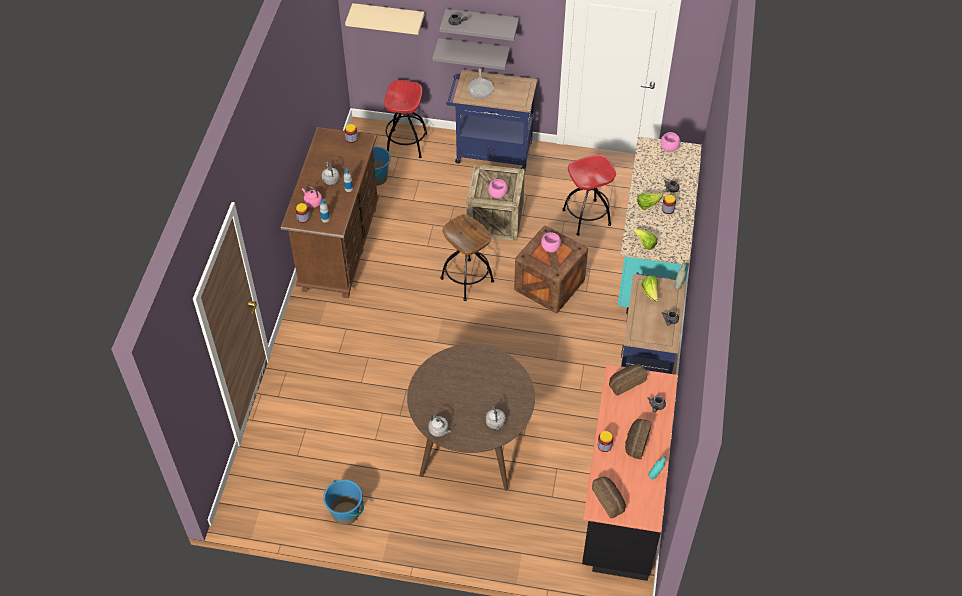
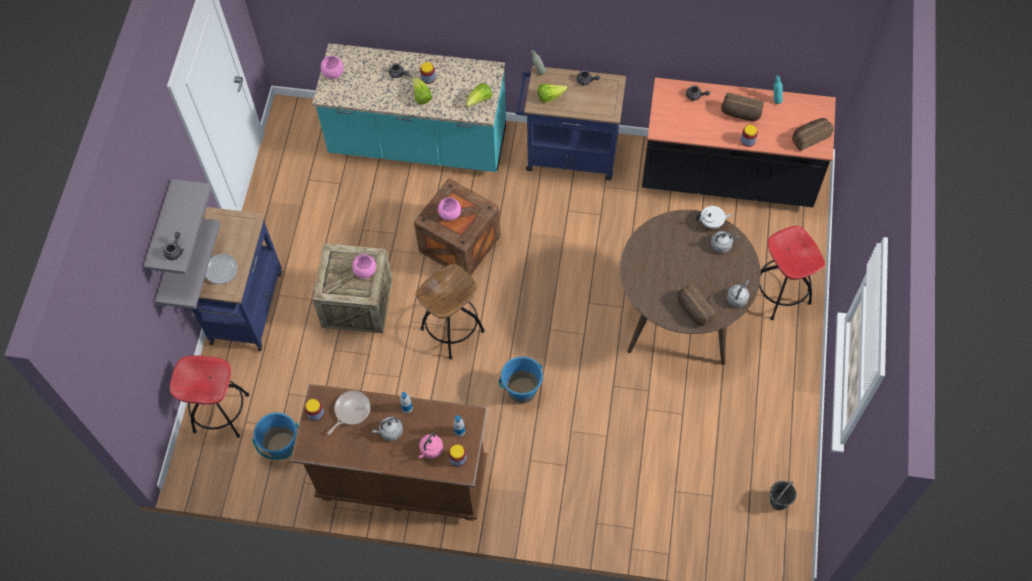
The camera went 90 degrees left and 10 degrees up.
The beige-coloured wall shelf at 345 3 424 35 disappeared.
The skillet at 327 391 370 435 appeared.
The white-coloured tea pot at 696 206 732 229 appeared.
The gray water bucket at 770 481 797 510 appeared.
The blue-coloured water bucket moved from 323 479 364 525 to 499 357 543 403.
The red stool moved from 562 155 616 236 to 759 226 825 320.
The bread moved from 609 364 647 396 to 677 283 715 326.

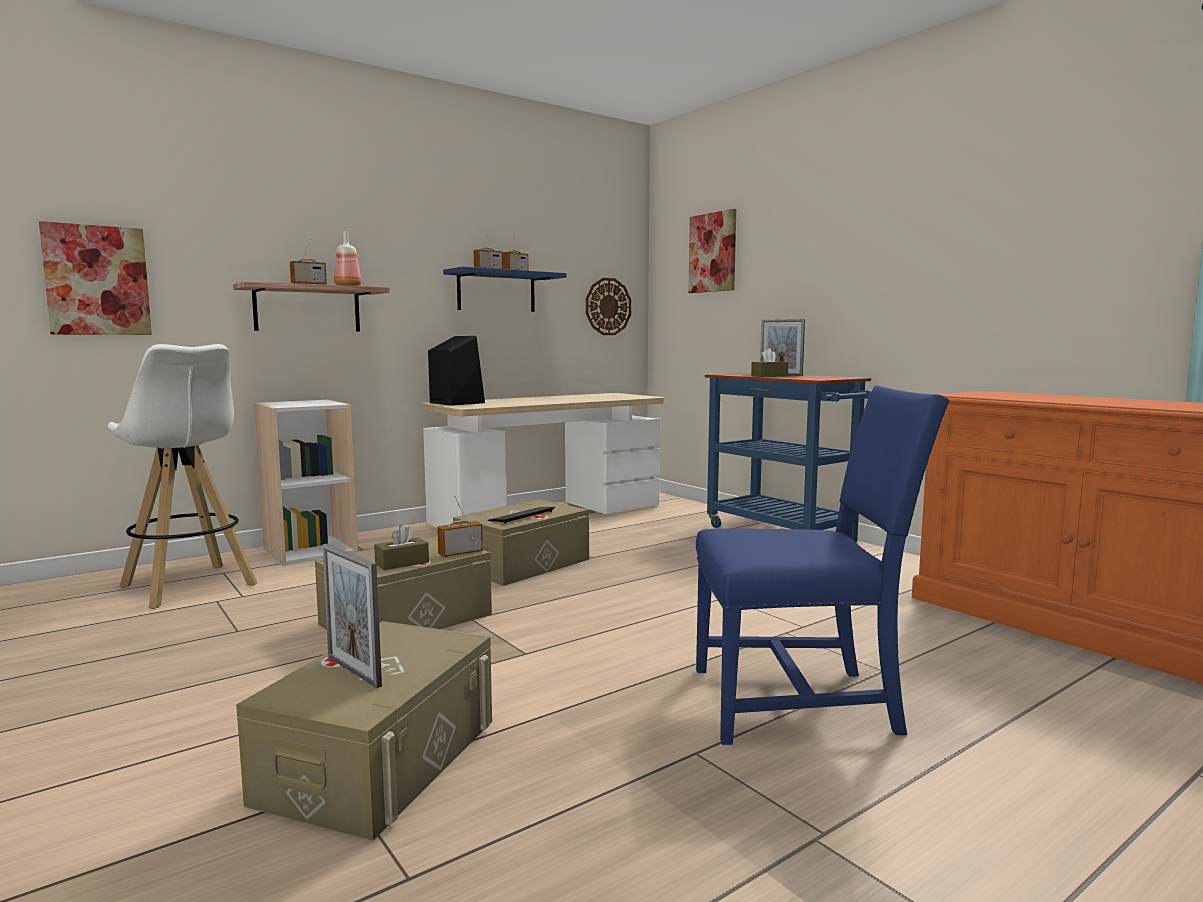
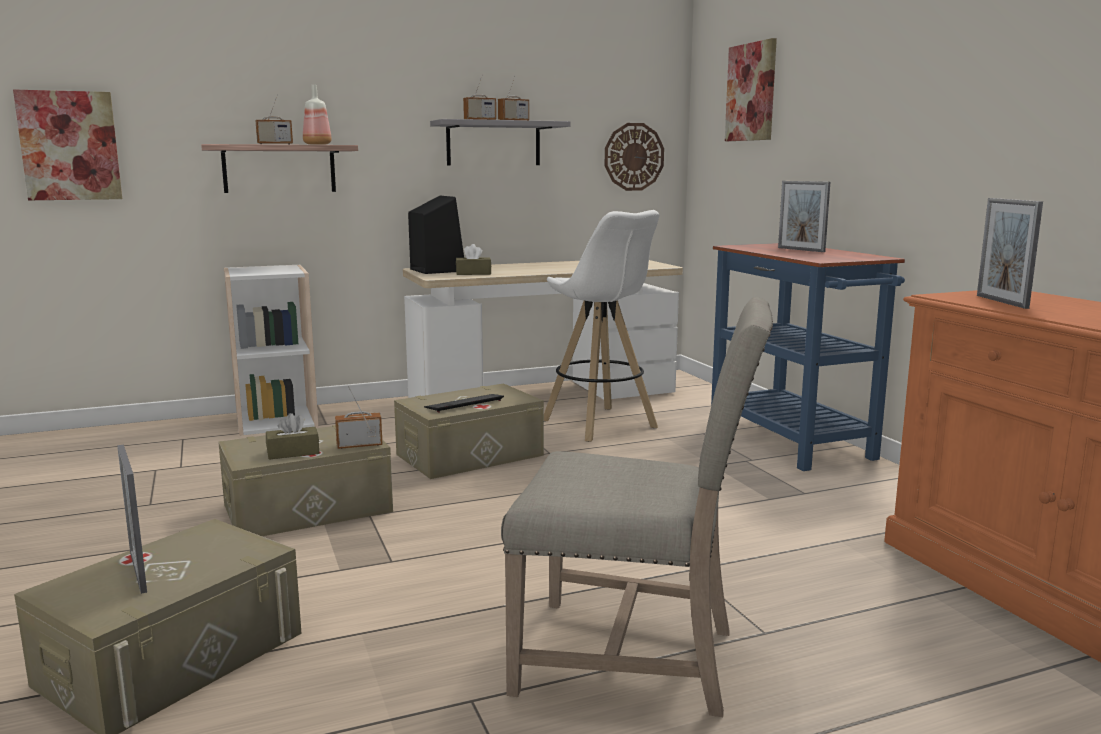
The camera went 15 degrees right and 5 degrees up.
The picture frame at 977 198 1043 309 appeared.
The white-coloured stool moved from 107 344 257 609 to 544 210 659 442.
The brownish box of tissues moved from 751 348 789 377 to 456 244 491 275.
The blue-coloured wall shelf at 443 266 566 312 became the gray wall shelf at 430 119 570 165.
The blue-coloured upright chair at 696 385 949 745 became the beige-coloured upright chair at 501 297 773 717.

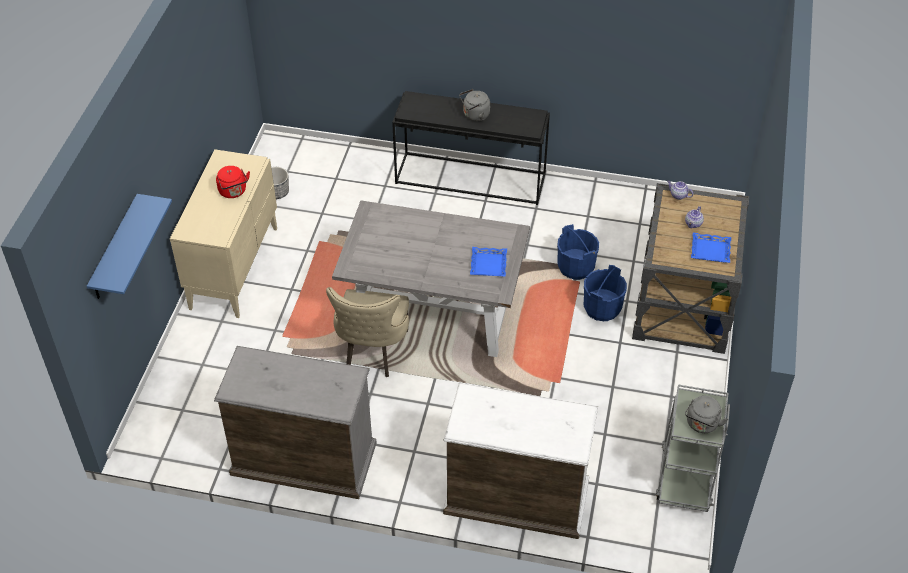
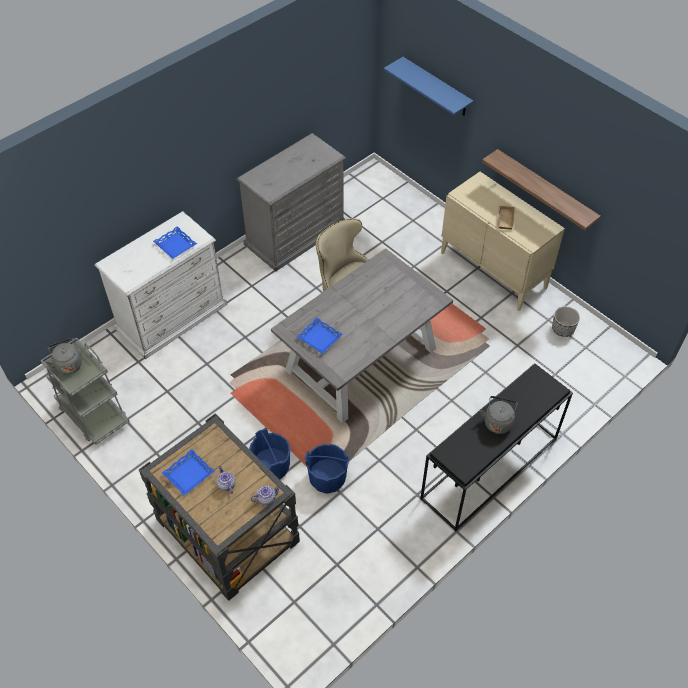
The camera went 125 degrees right and 5 degrees up.
The blue-coloured serving tray at 153 226 197 259 appeared.
The wall shelf at 482 149 601 230 appeared.
The red tea kettle at 216 166 250 198 was replaced by the beige-coloured serving tray at 497 206 515 230.

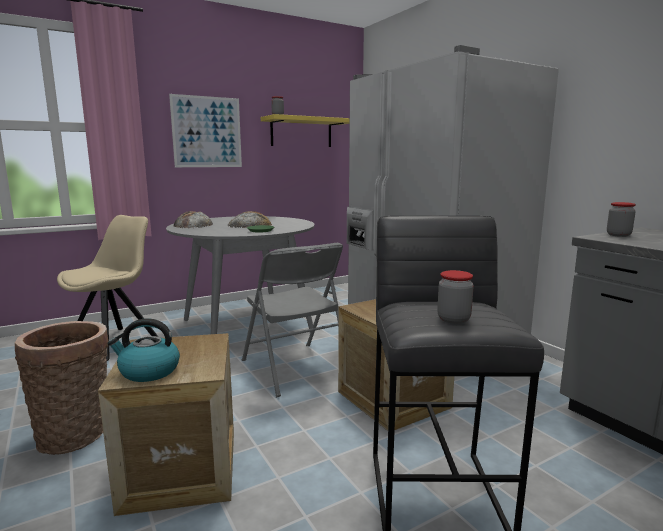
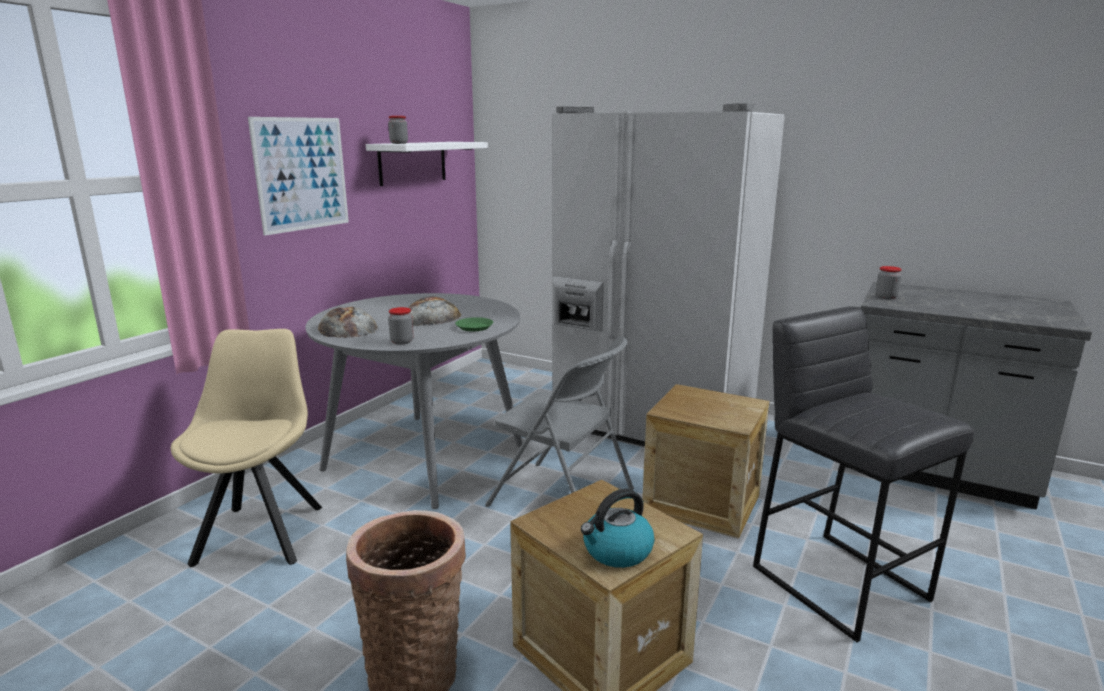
The camera went 30 degrees left and 5 degrees up.
The jar moved from 437 270 474 324 to 388 307 413 344.
The yellowish wall shelf at 261 114 350 147 became the white-coloured wall shelf at 366 142 488 186.

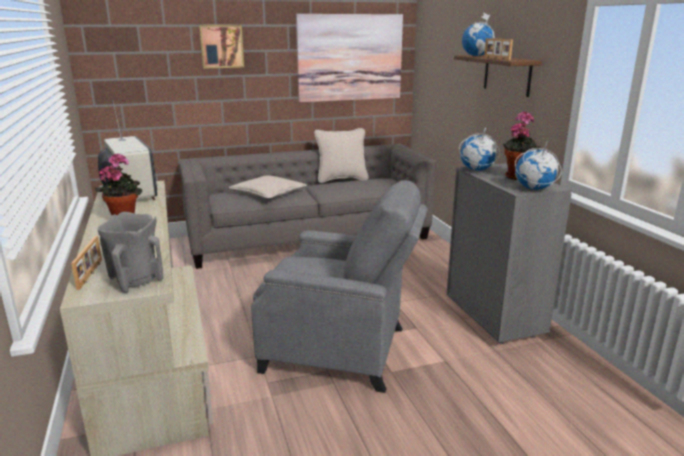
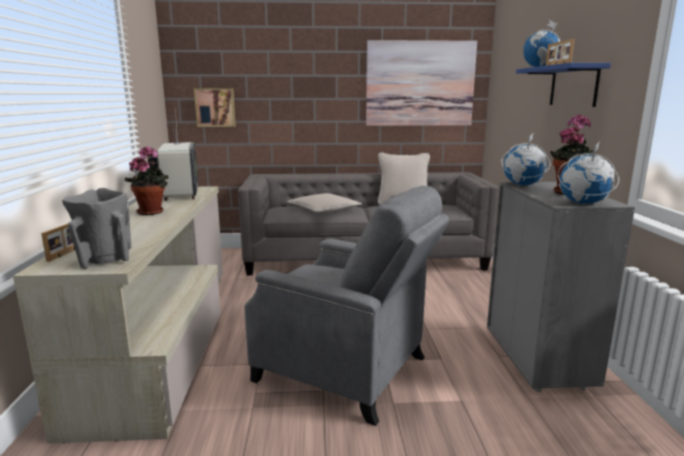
The camera went 15 degrees right and 5 degrees down.
The wall picture moved from 199 25 244 69 to 194 88 236 127.
The brownish wall shelf at 454 55 542 97 became the blue-coloured wall shelf at 516 63 611 107.

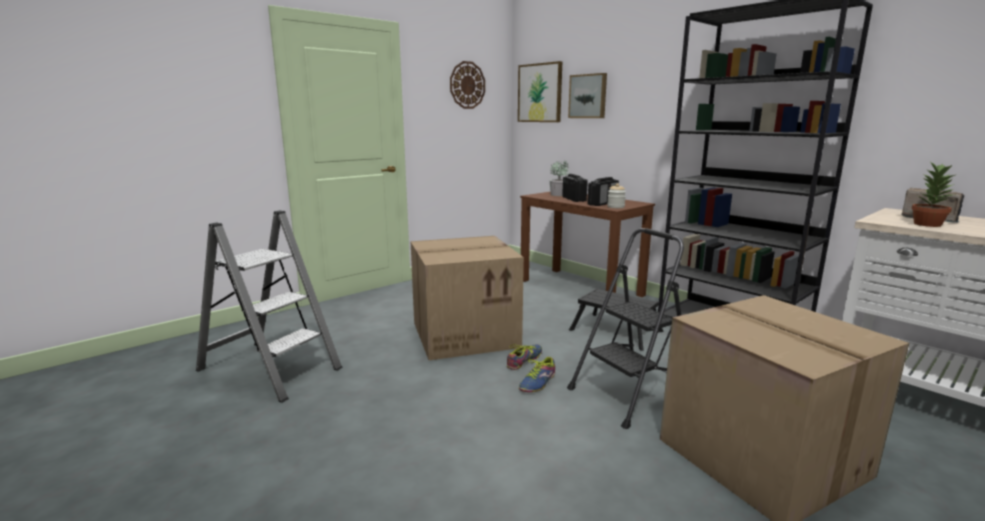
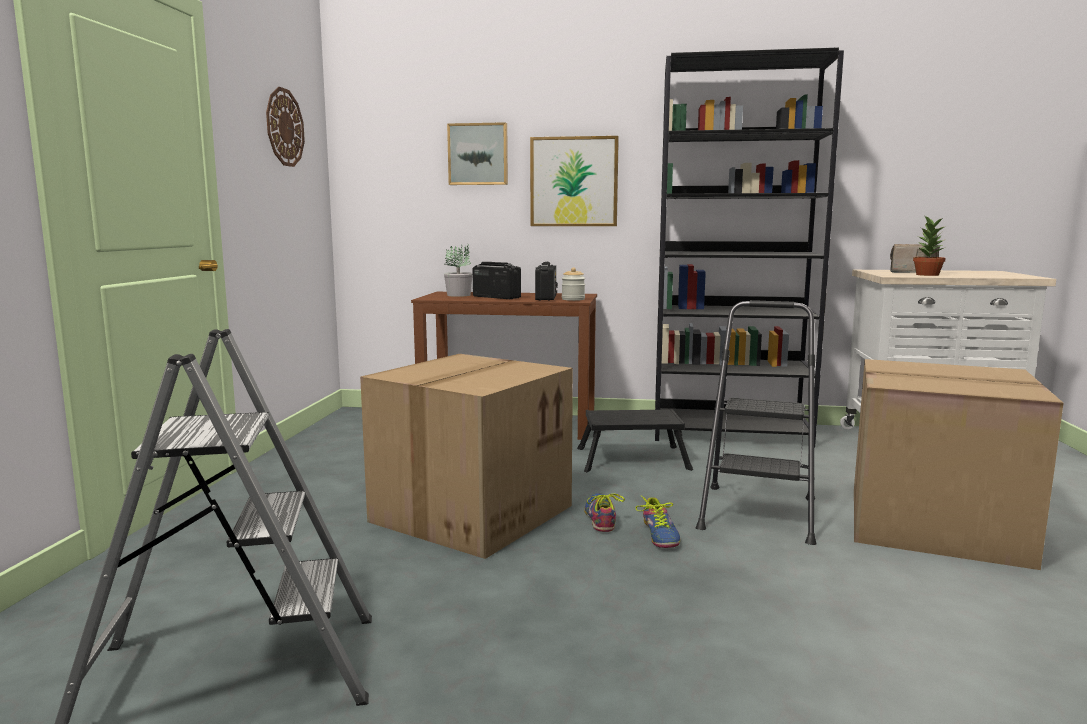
The camera went 40 degrees left and 5 degrees down.
The wall picture moved from 518 61 562 122 to 530 136 619 226.

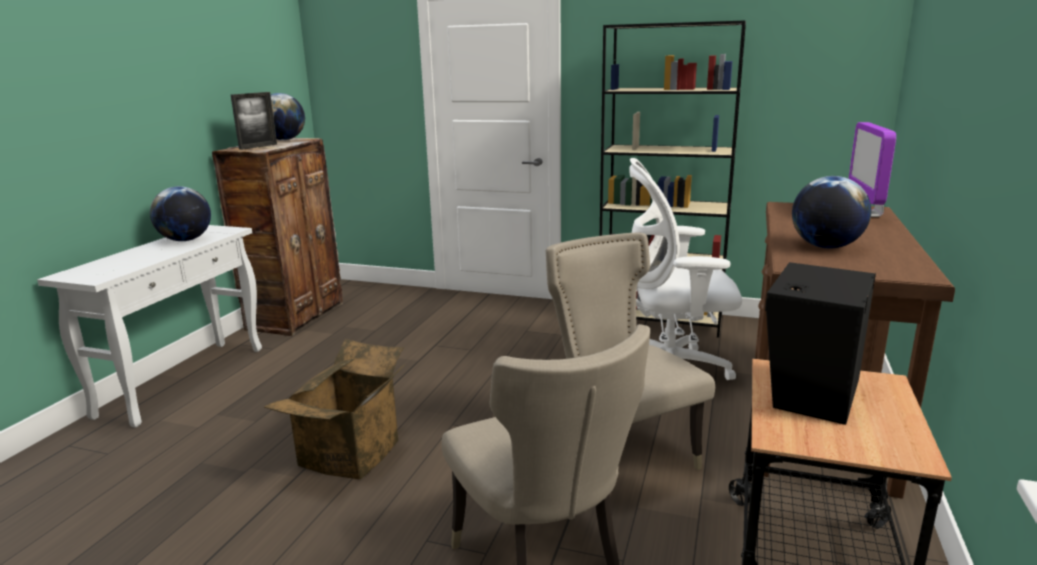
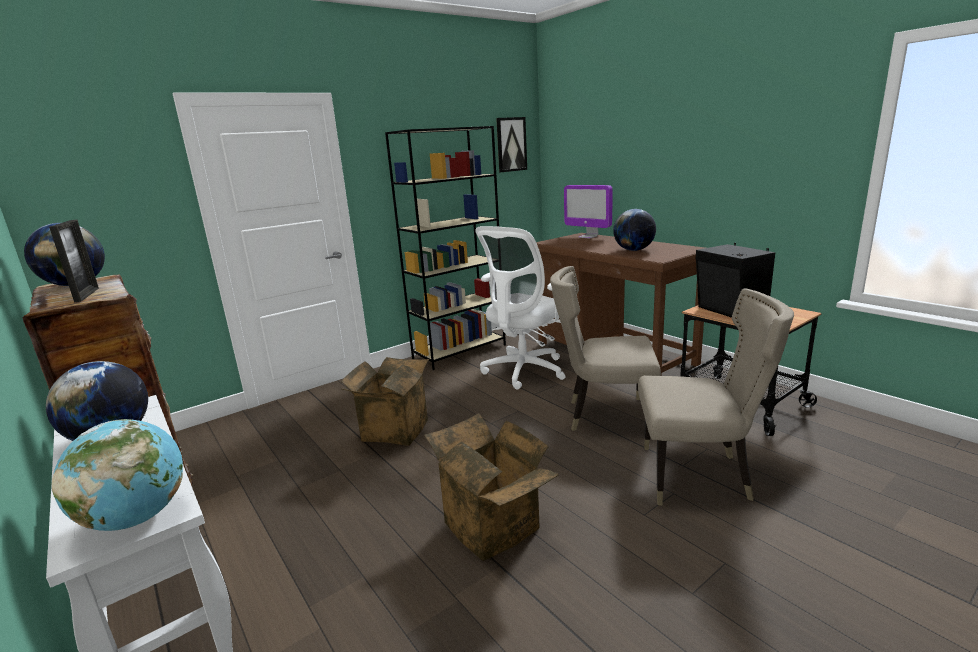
The camera went 55 degrees left and 0 degrees up.
The desk globe at 52 419 183 531 appeared.
The carton at 341 357 429 446 appeared.
The wall picture at 496 117 527 172 appeared.

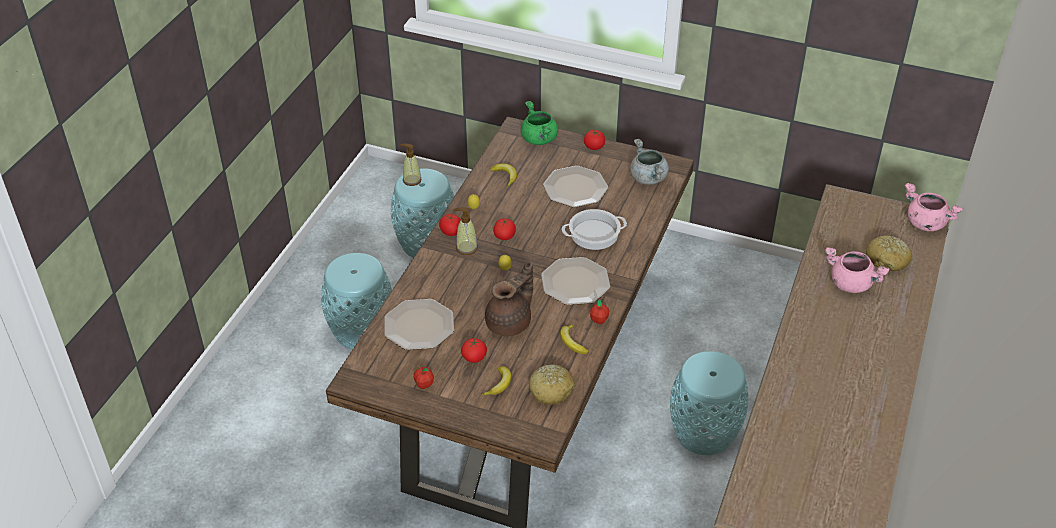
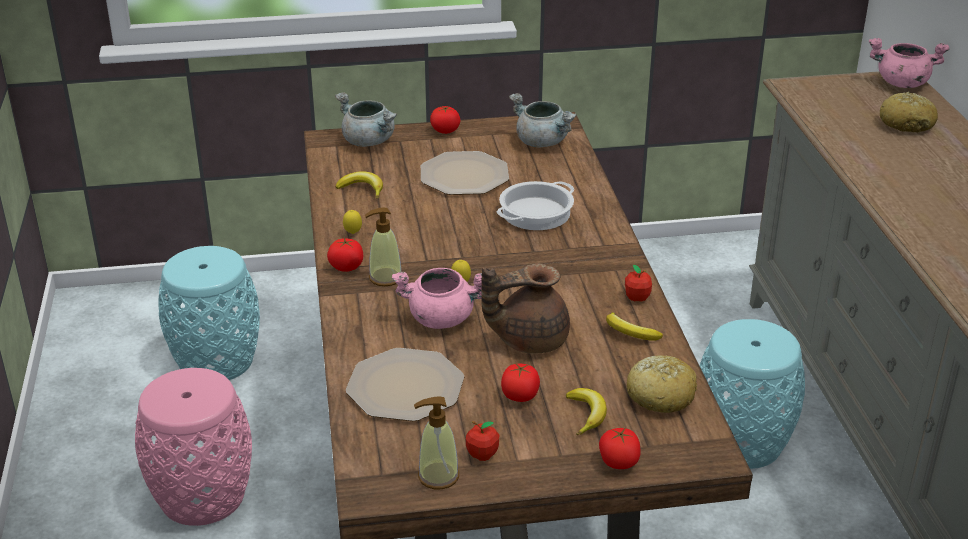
The camera went 30 degrees left and 10 degrees down.
The flat dish at 541 257 610 305 disappeared.
The soap bottle moved from 400 143 422 186 to 414 396 459 489.
The fresh tomato moved from 493 219 516 240 to 599 427 640 469.
The pinkish saucepot moved from 825 247 889 293 to 392 268 482 329.
The turquoise-coloured stool at 321 253 392 350 became the pinkish stool at 135 368 252 526.
The green-coloured saucepot at 521 101 558 145 became the gray saucepot at 335 92 397 147.
The brownish tea pot at 485 261 533 336 turned 120 degrees counterclockwise.

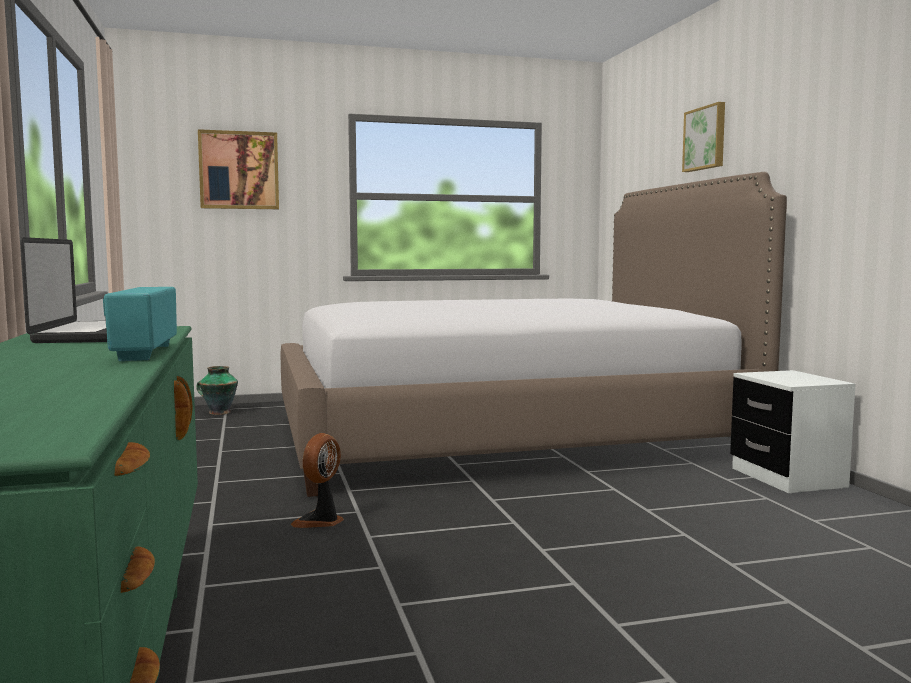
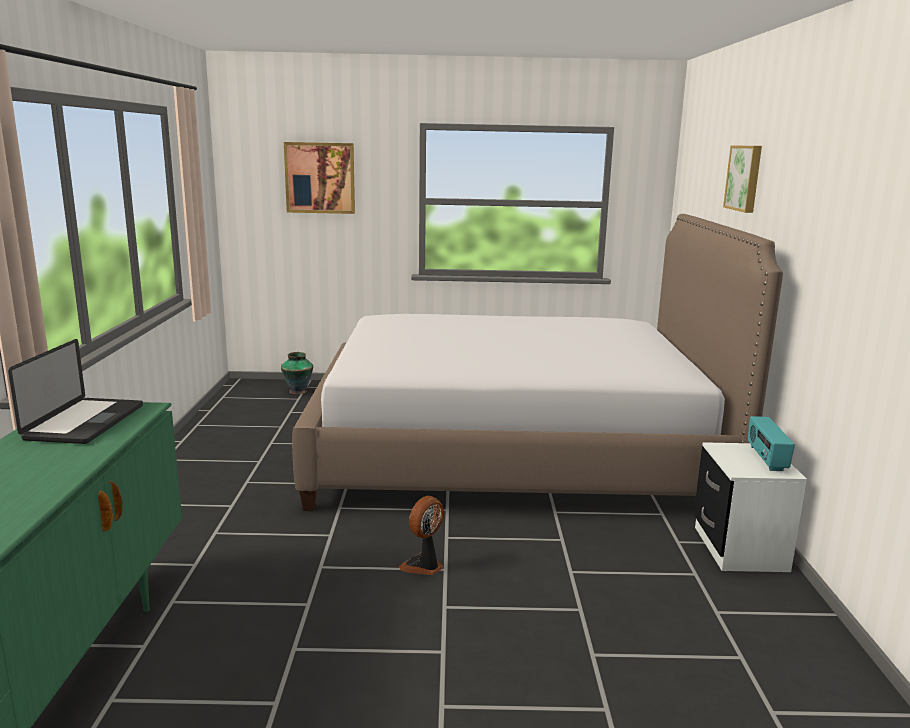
The camera went 15 degrees right and 10 degrees up.
The radio set moved from 103 287 177 361 to 748 416 795 471.
The electric fan moved from 291 433 344 528 to 399 496 444 575.

